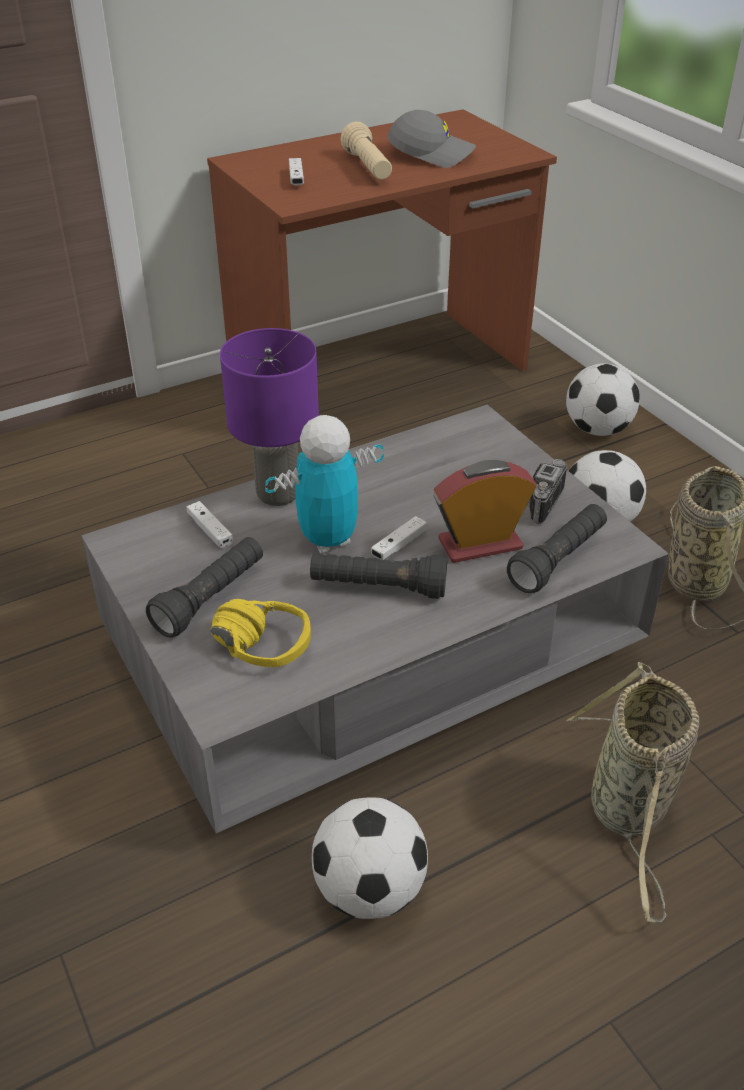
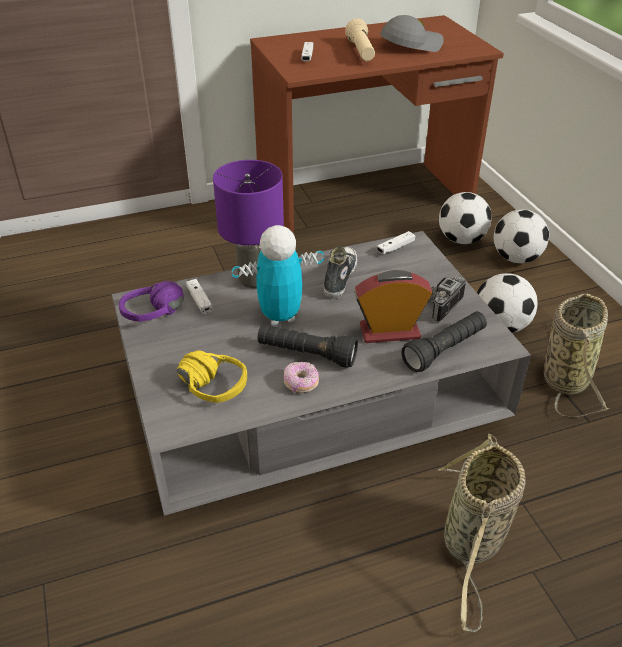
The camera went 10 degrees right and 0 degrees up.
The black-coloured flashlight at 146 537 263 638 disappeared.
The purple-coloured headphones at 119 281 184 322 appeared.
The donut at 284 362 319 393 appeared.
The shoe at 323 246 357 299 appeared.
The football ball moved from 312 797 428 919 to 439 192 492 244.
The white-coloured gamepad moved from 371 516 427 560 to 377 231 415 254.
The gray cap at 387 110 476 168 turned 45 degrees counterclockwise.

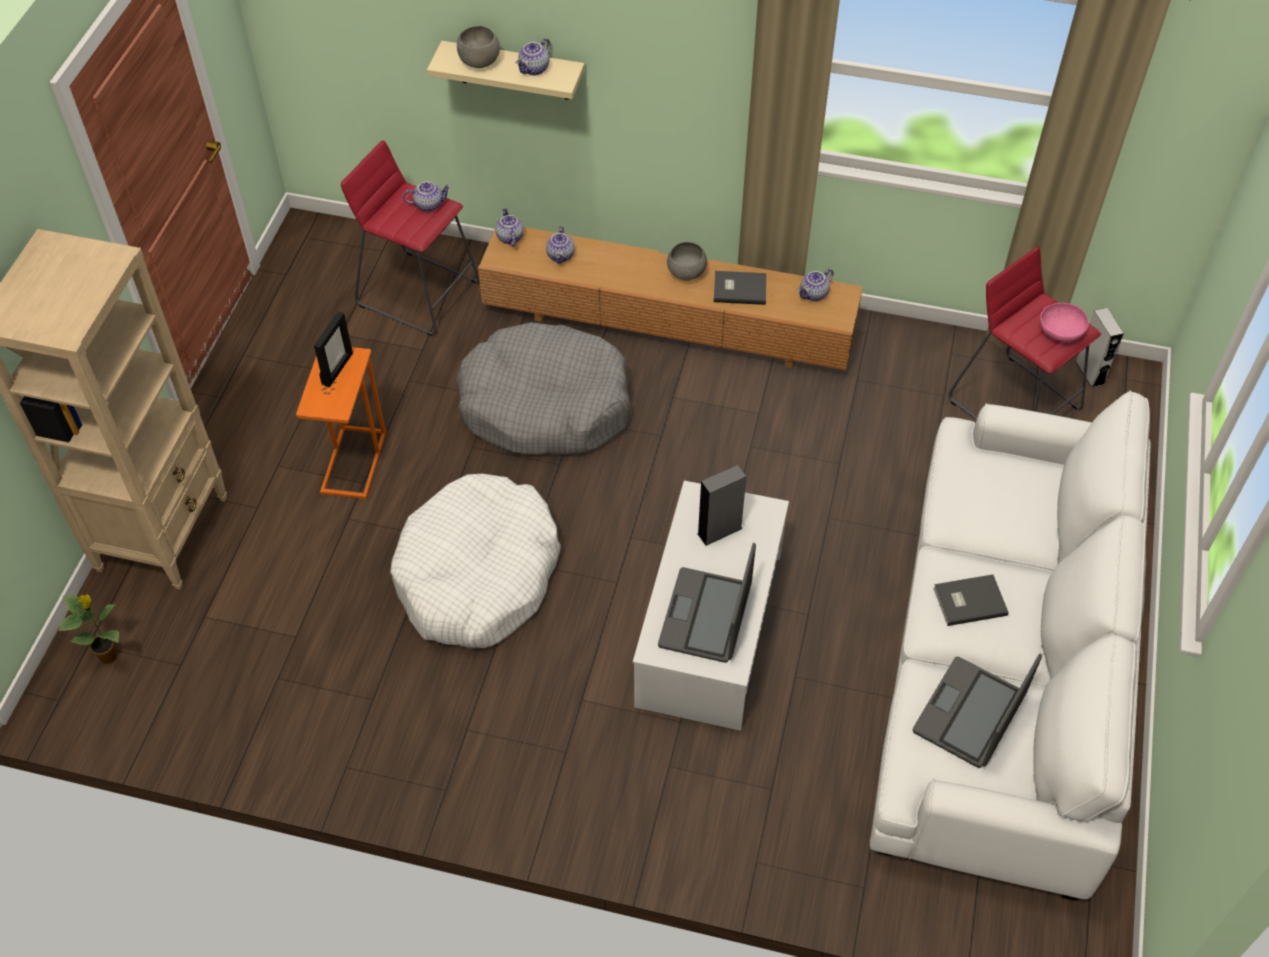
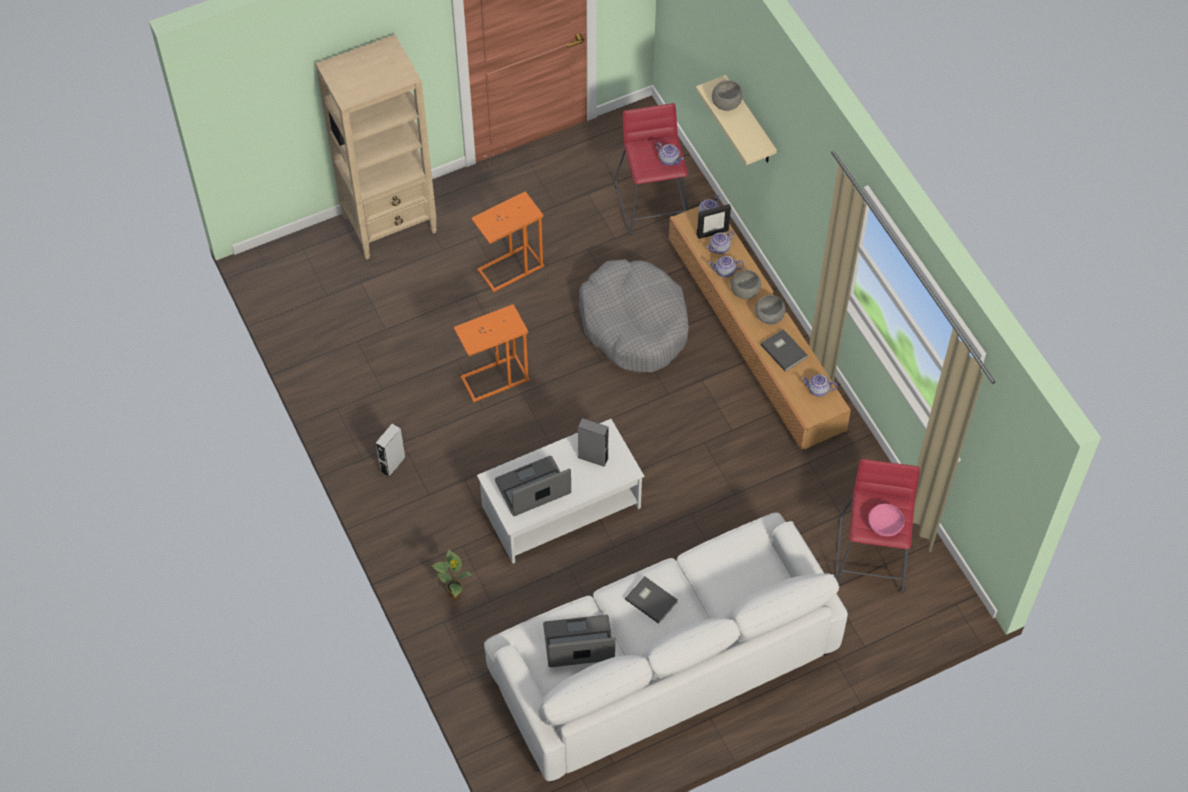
The camera went 50 degrees right and 5 degrees up.
The gray serving bowl at 731 270 761 299 appeared.
The plant in a pot moved from 58 595 119 664 to 432 550 472 599.
The picture frame moved from 314 311 353 388 to 697 204 731 239.
The tea pot moved from 516 38 551 75 to 709 256 744 277.
The gray loudspeaker moved from 1075 308 1124 388 to 376 423 406 477.
The white-coloured dog bed at 390 474 561 648 was replaced by the orange-coloured end table at 454 304 530 402.

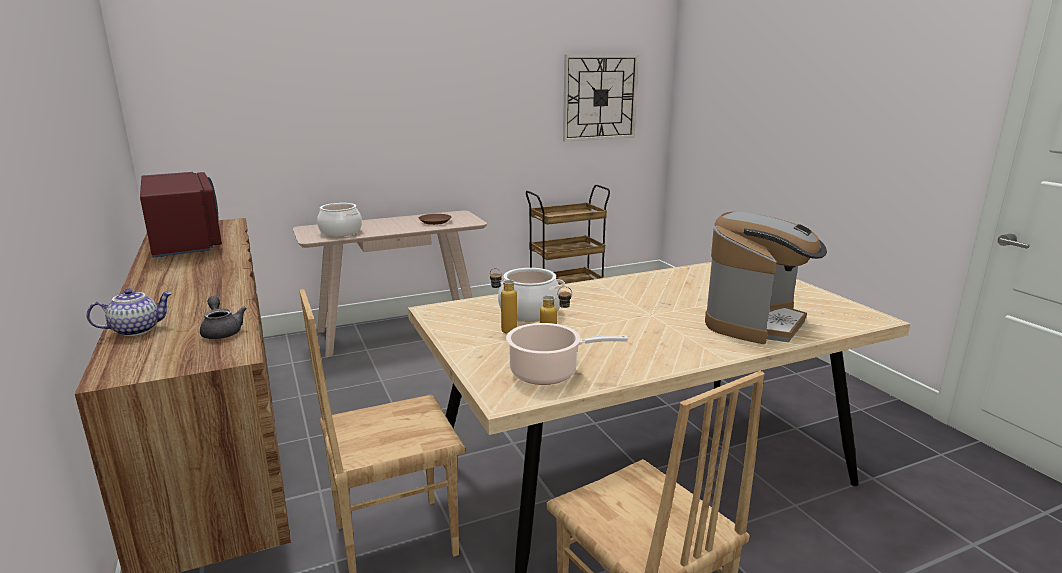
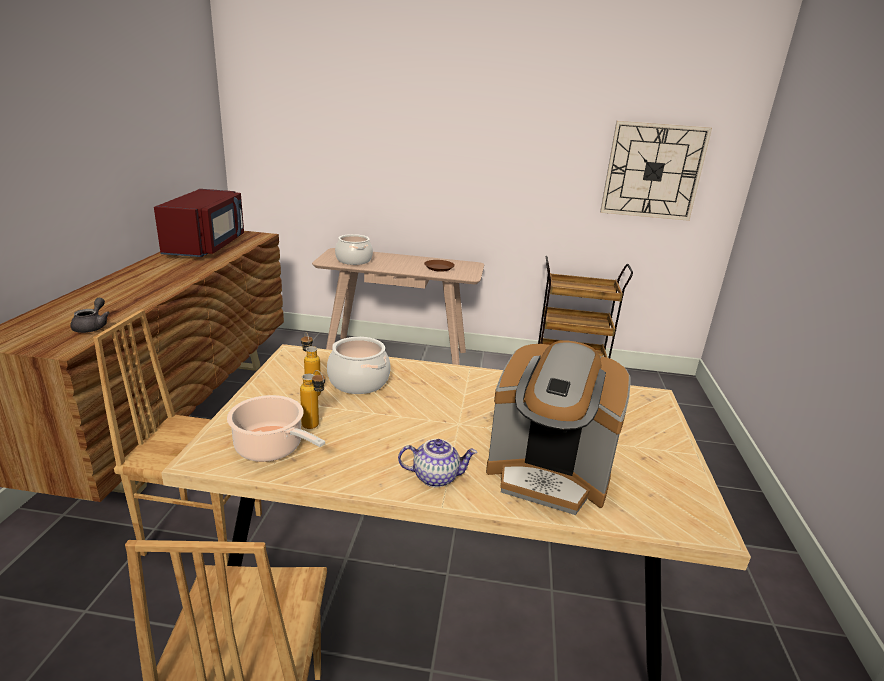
The camera went 30 degrees right and 5 degrees up.
The tea pot moved from 86 288 173 336 to 398 439 477 487.
The coffee brewer at 705 212 827 344 turned 45 degrees clockwise.

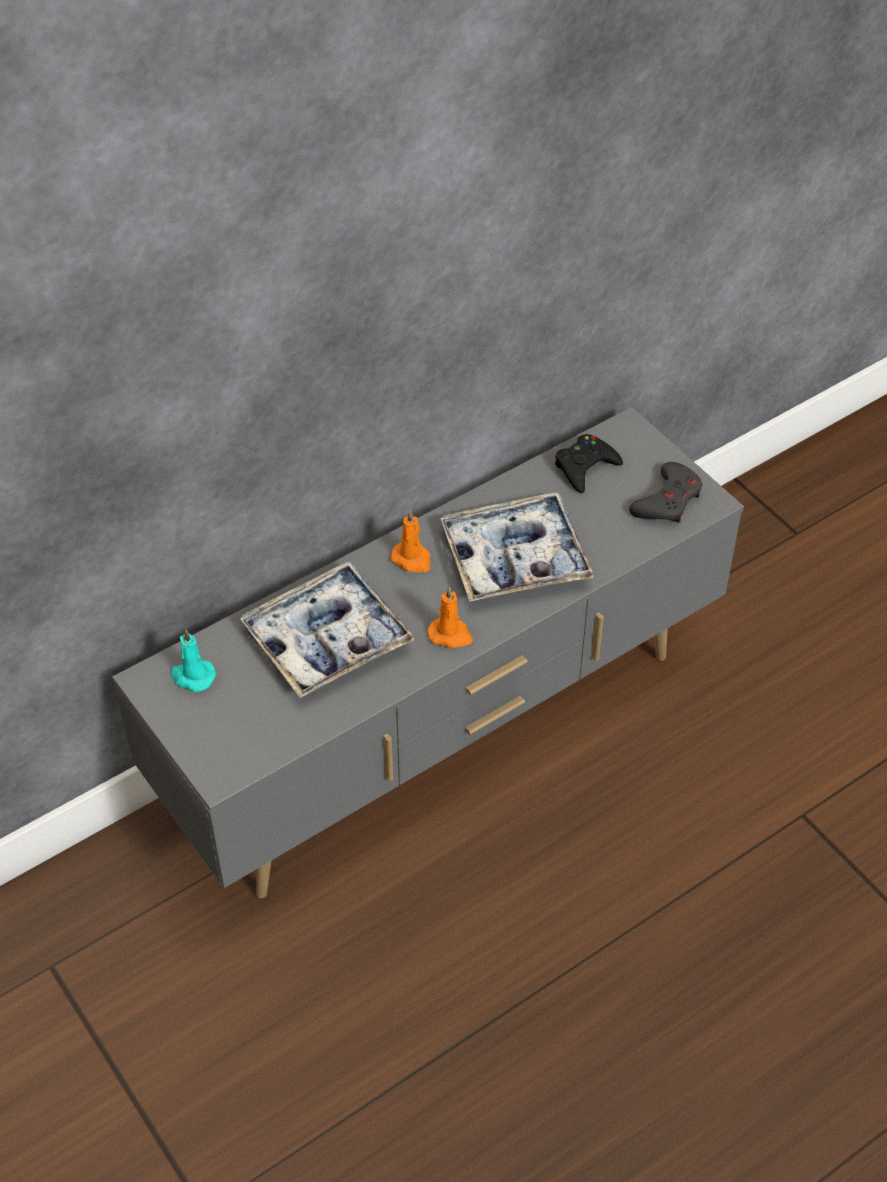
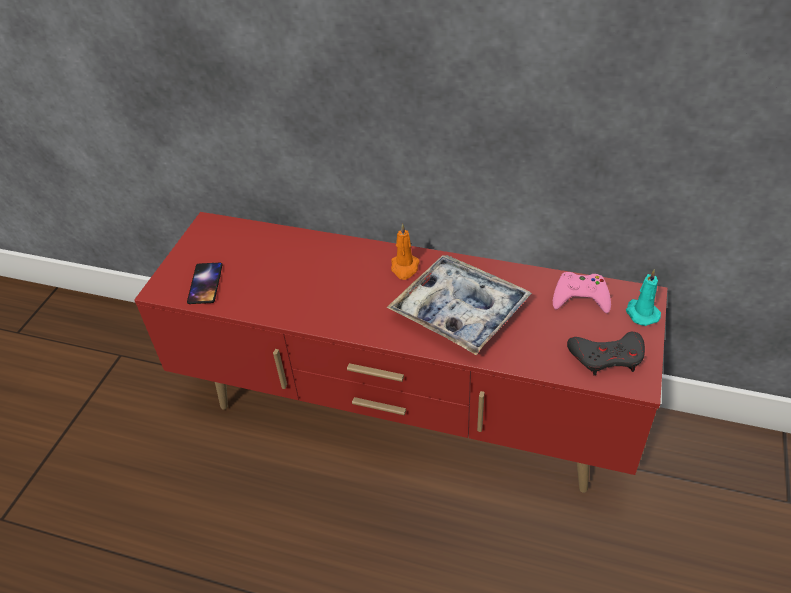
The camera went 55 degrees right and 5 degrees down.
The serving tray at 240 561 415 698 disappeared.
The orange-coloured wax candle at 428 586 473 648 disappeared.
The phone at 187 263 222 304 appeared.
The turquoise-coloured wax candle moved from 171 629 216 692 to 626 269 661 326.
The gray media console at 112 407 744 898 became the red media console at 134 212 667 493.
The black-coloured gamepad at 555 434 623 493 became the pinkish gamepad at 553 272 611 313.

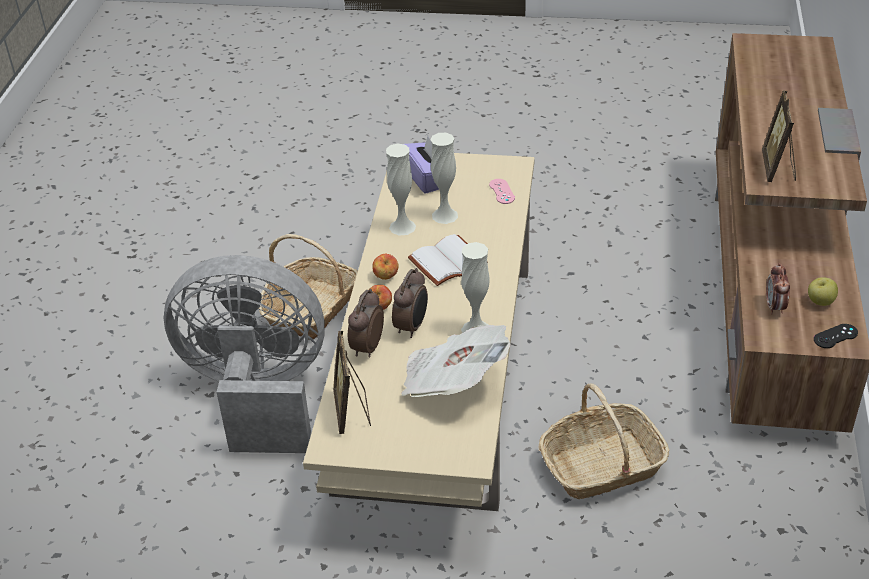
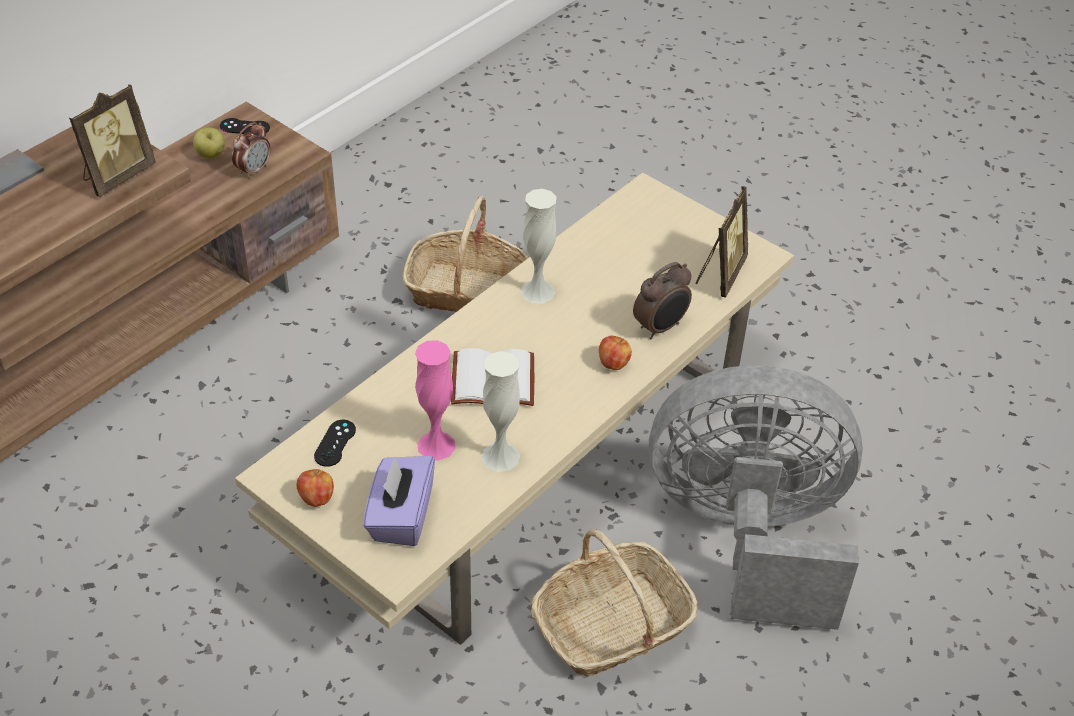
The camera went 150 degrees left and 5 degrees up.
The bedside clock at 392 268 428 338 disappeared.
The daily paper at 401 325 510 397 disappeared.
The apple moved from 372 254 399 280 to 297 469 334 507.
The white-coloured decorative vase at 430 133 458 224 became the pinkish decorative vase at 415 340 455 461.
The pinkish gamepad at 489 179 515 204 became the black-coloured gamepad at 314 420 356 467.
The gray electric fan at 164 255 325 453 turned 150 degrees clockwise.

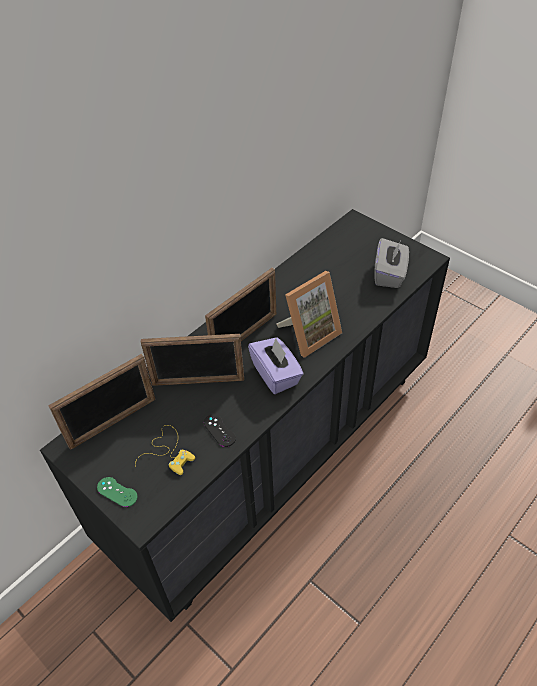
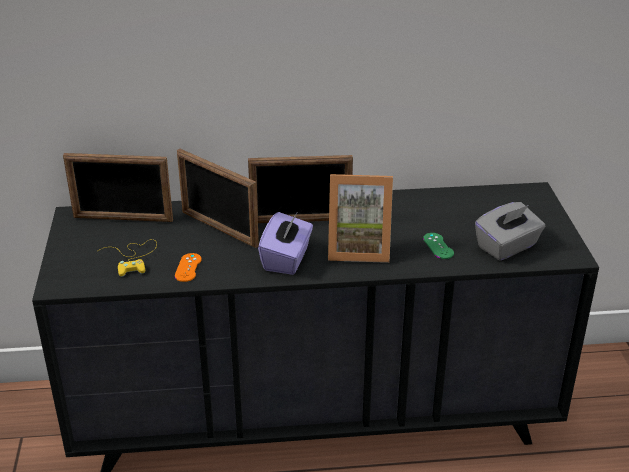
The camera went 40 degrees right and 15 degrees down.
The green-coloured gamepad moved from 97 477 137 507 to 423 233 454 259.
The black-coloured gamepad at 204 414 236 447 became the orange-coloured gamepad at 175 253 202 282.

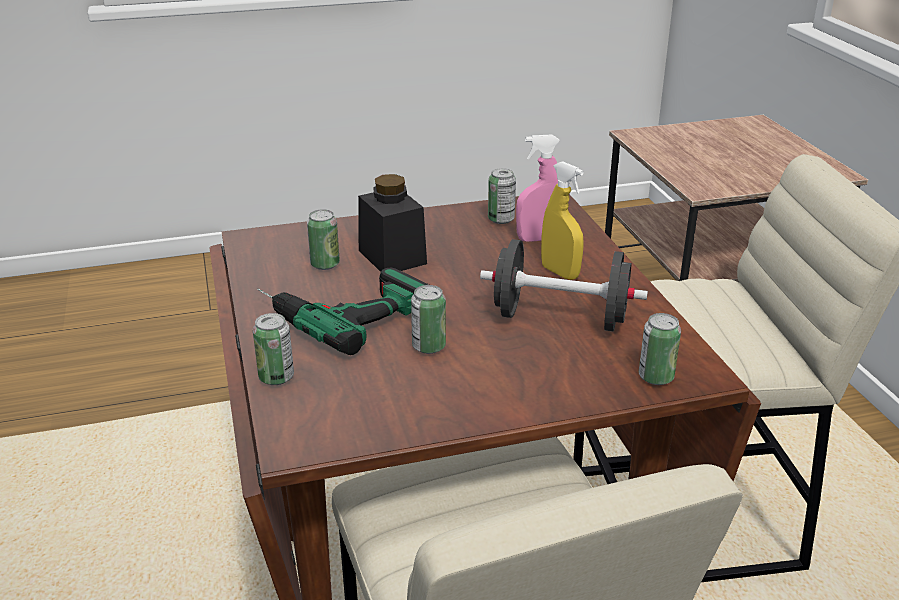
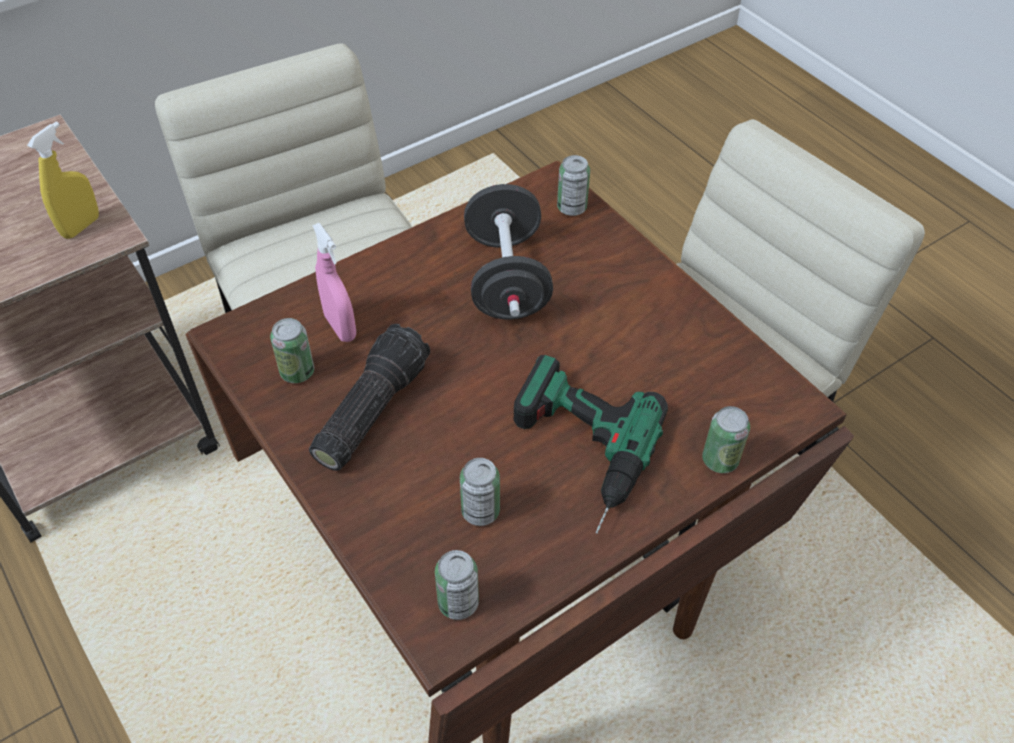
The camera went 110 degrees left and 20 degrees up.
The black-coloured jar at 358 174 427 272 disappeared.
The flashlight at 309 324 430 471 appeared.
The can moved from 411 285 446 354 to 435 550 479 620.
The yellowish sprayer moved from 541 161 584 280 to 27 121 99 239.

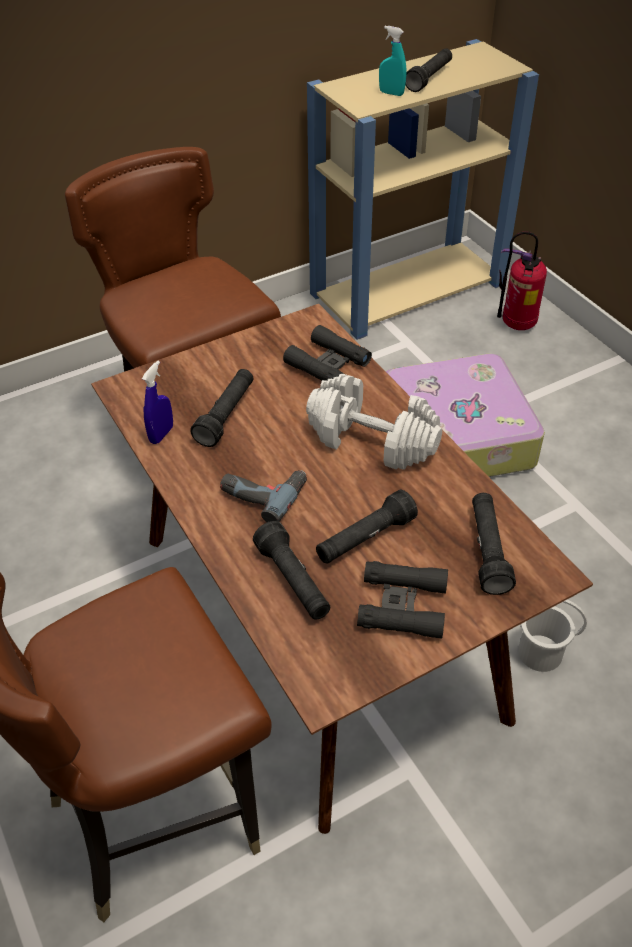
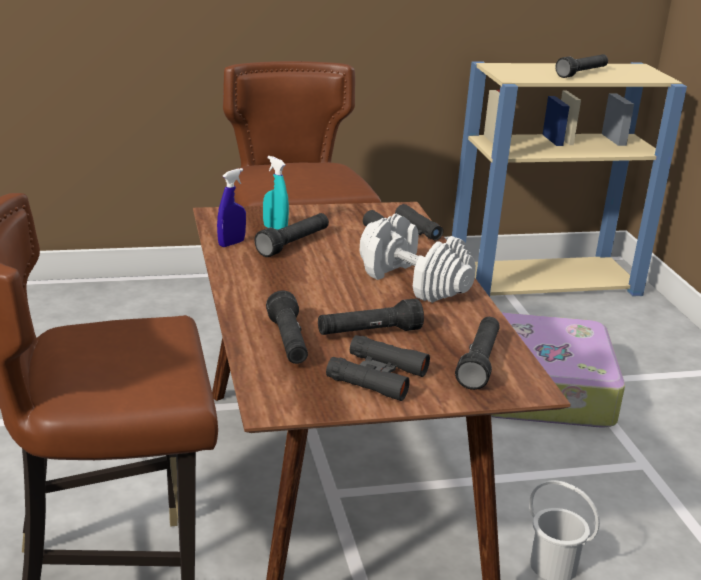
The camera went 15 degrees right and 20 degrees down.
The drill at 220 470 307 522 disappeared.
The fire extinguisher at 497 231 547 330 disappeared.
The turquoise-coloured sprayer moved from 379 26 406 96 to 263 156 289 230.

